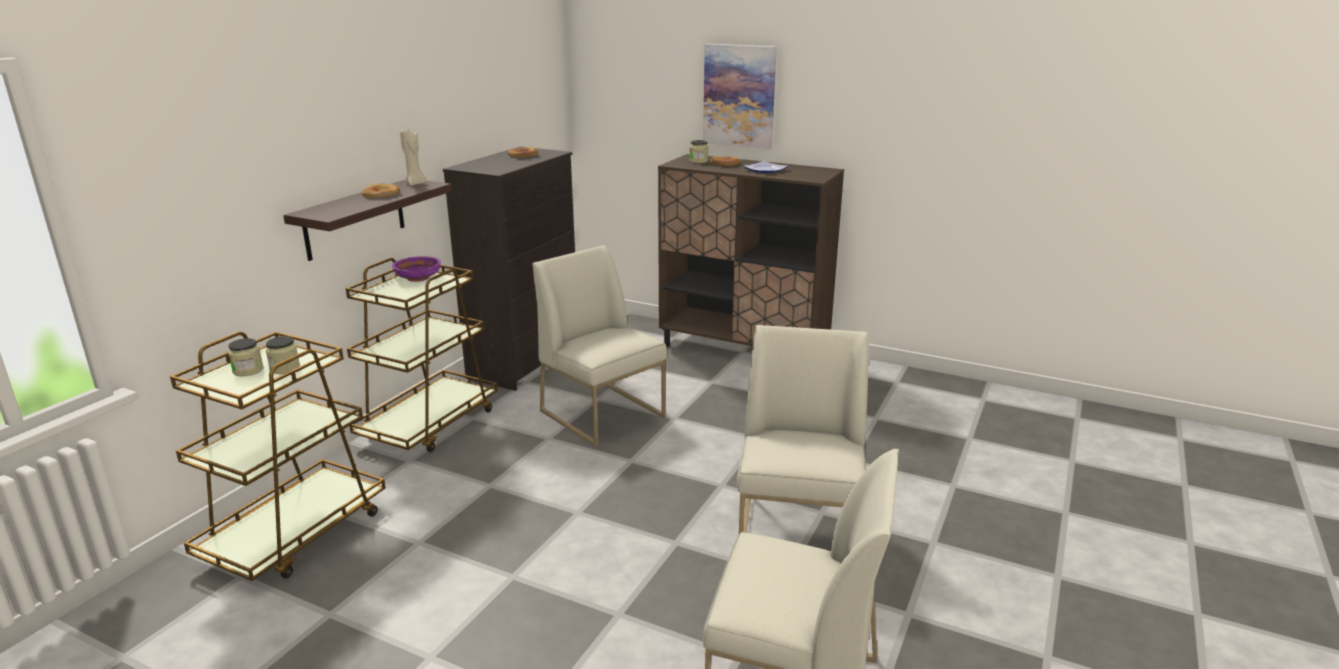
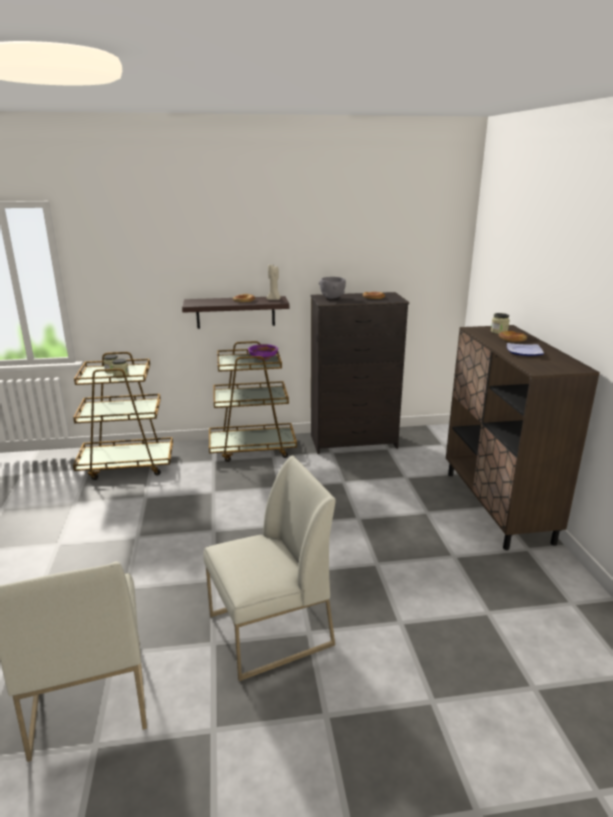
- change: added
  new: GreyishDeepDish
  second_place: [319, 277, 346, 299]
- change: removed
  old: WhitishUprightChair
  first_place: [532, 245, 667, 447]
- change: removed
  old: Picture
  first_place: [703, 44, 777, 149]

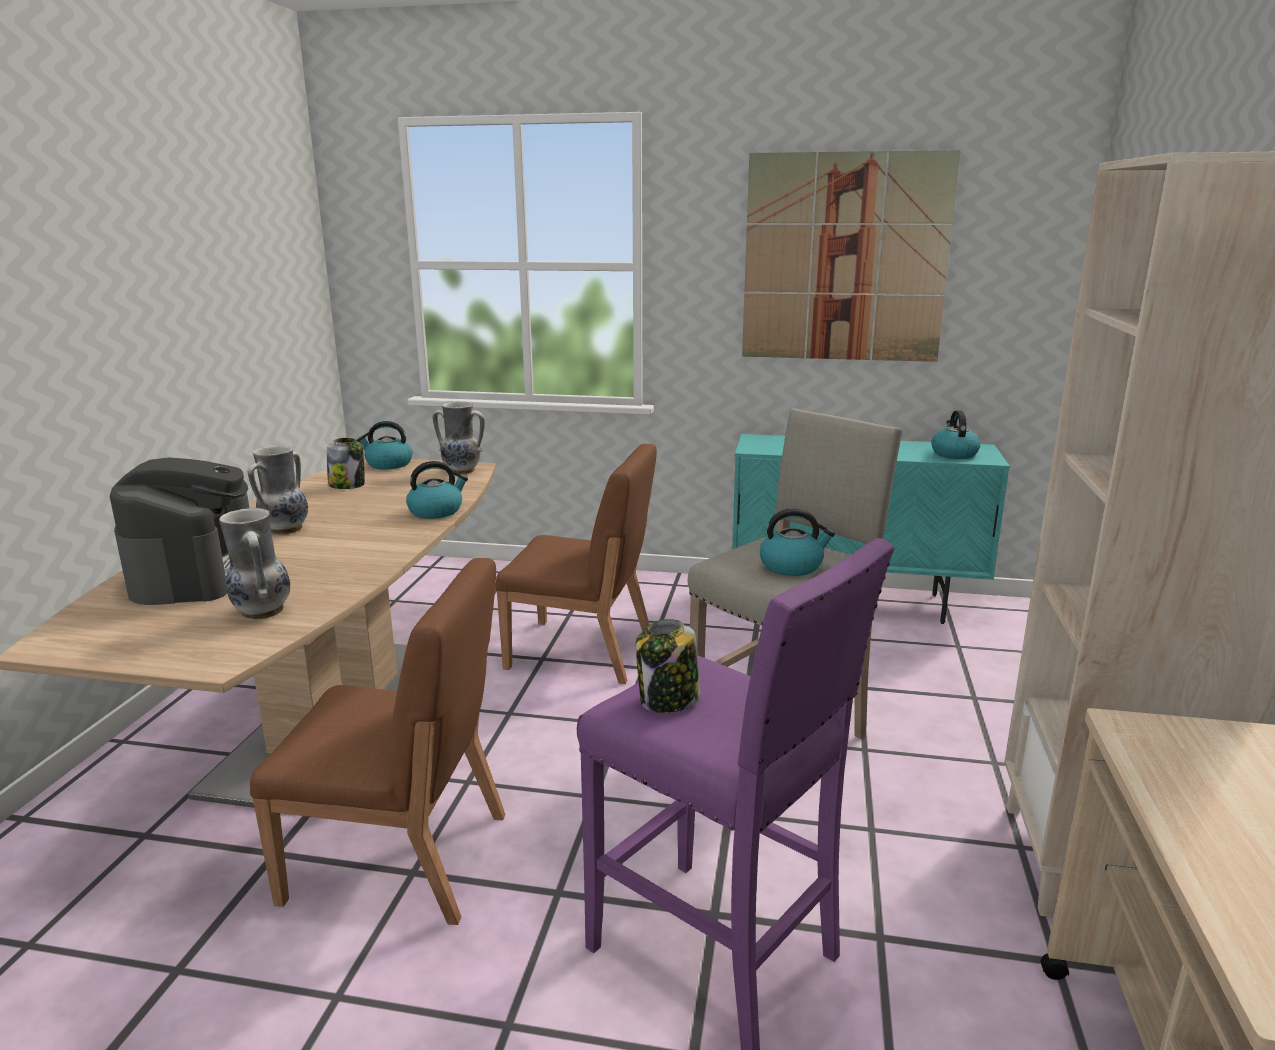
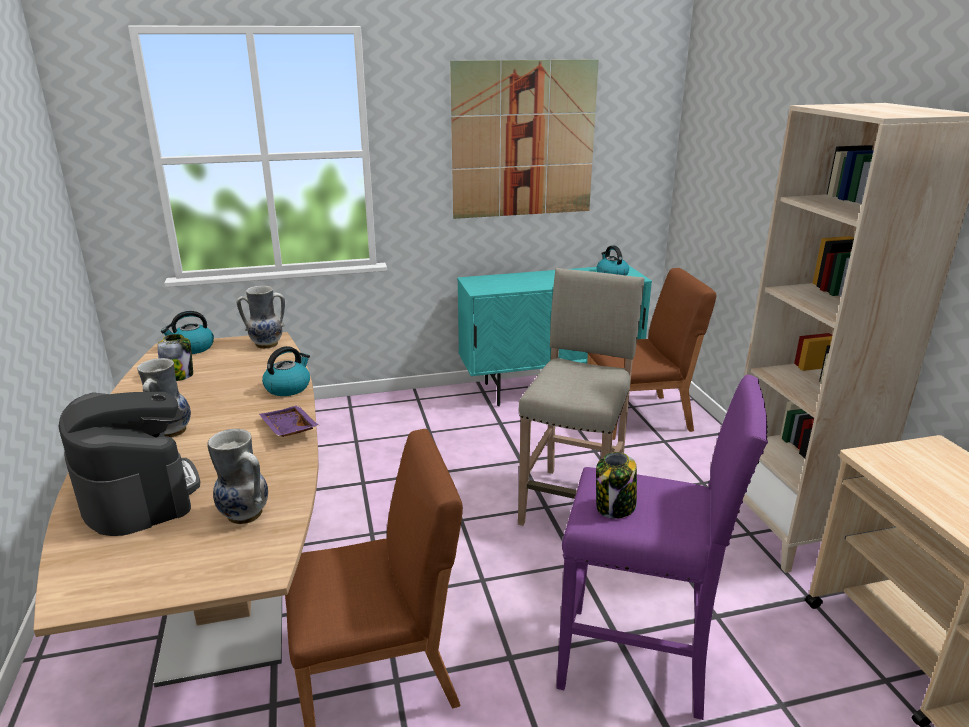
- change: added
  new: PurpleColouredCarryingTray
  second_place: [259, 405, 319, 437]
- change: moved
  old: BrownColouredUprightChair
  first_place: [496, 444, 657, 684]
  second_place: [587, 268, 716, 440]
- change: removed
  old: WaterKettle
  first_place: [760, 508, 835, 576]

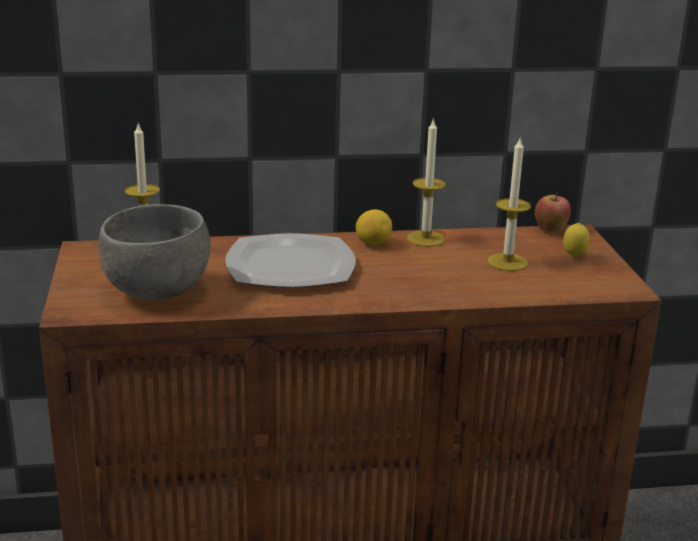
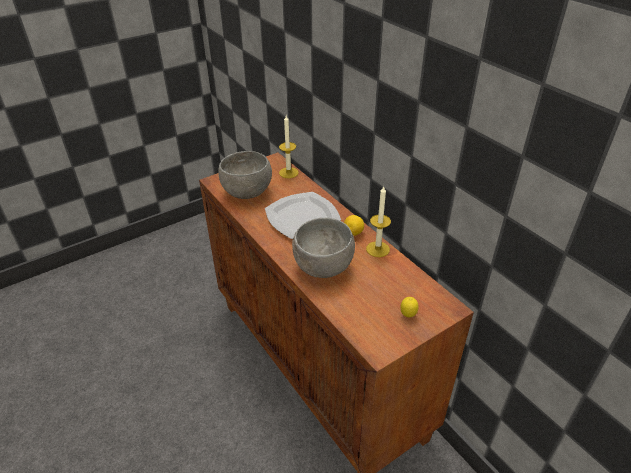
- change: added
  new: GreyishDeepDish
  second_place: [292, 218, 355, 278]
- change: removed
  old: Candle
  first_place: [487, 136, 531, 271]
- change: removed
  old: Apple
  first_place: [535, 192, 571, 232]

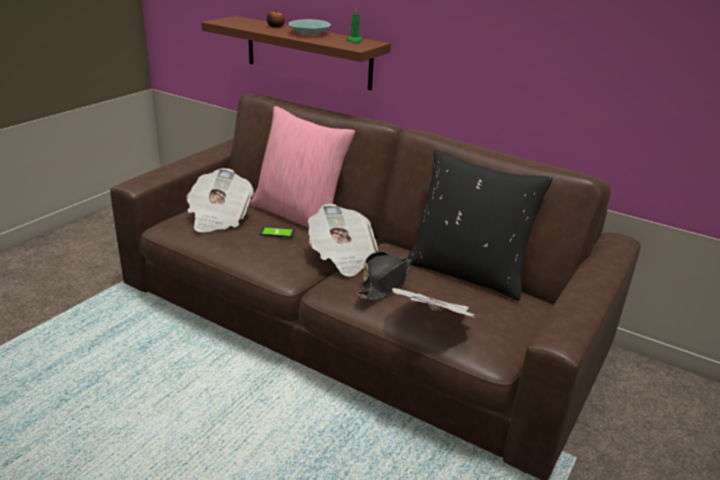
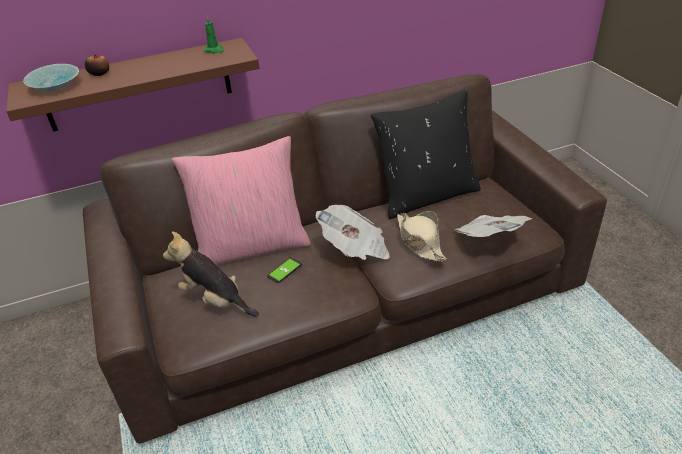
- change: moved
  old: BlueGreenDeepDish
  first_place: [288, 19, 331, 36]
  second_place: [23, 64, 79, 92]
- change: replaced
  old: DailyPaper
  new: CuddlyToy
  first_place: [186, 168, 254, 233]
  second_place: [163, 231, 259, 317]
- change: recoloured
  old: BlackWearableHat
  new: SandColouredWearableHat
  first_place: [356, 251, 412, 300]
  second_place: [397, 211, 447, 262]

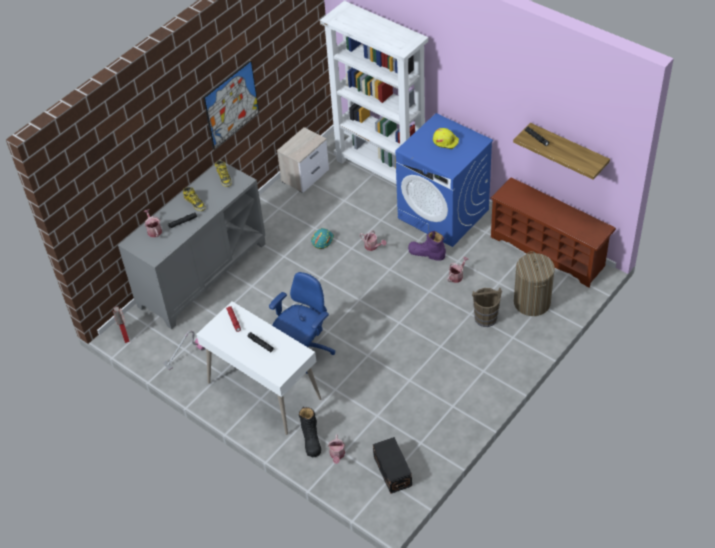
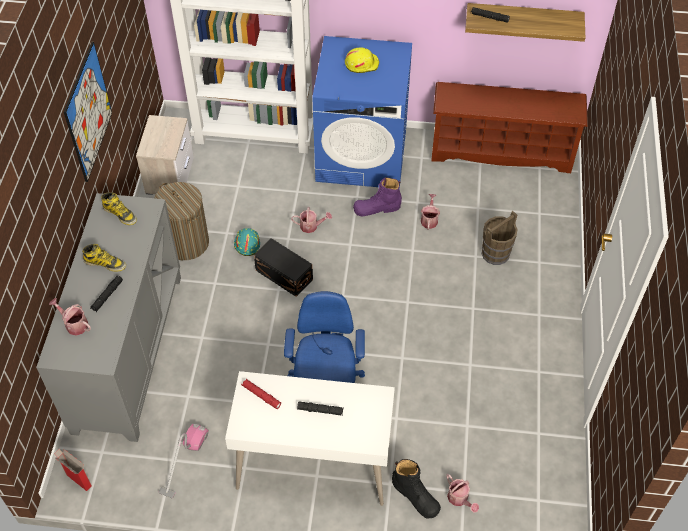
- change: moved
  old: WashingBasket
  first_place: [514, 251, 555, 316]
  second_place: [154, 182, 209, 260]
- change: moved
  old: BlackStorageBox
  first_place: [373, 437, 412, 494]
  second_place: [254, 238, 313, 297]

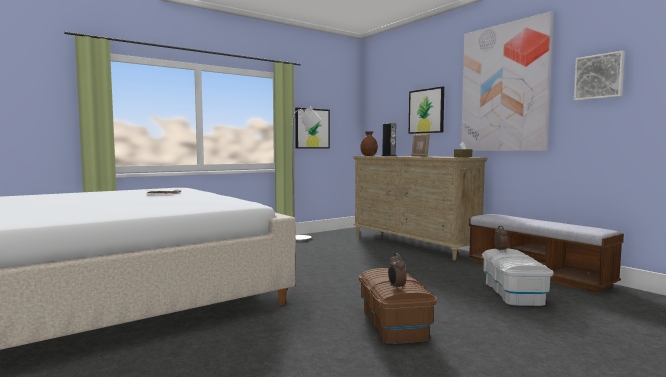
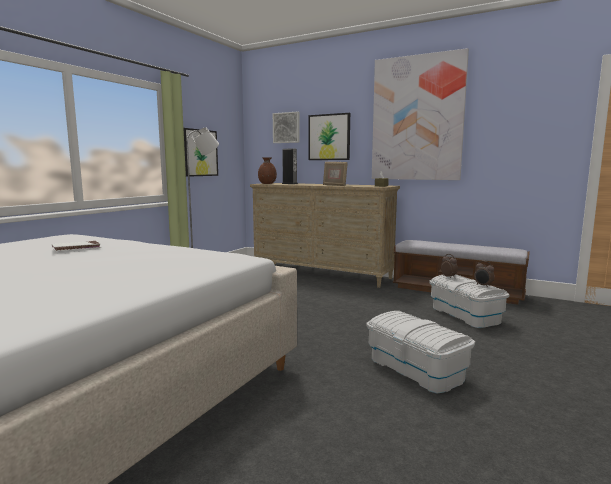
- change: moved
  old: Picture
  first_place: [574, 51, 625, 100]
  second_place: [273, 111, 300, 143]
- change: recoloured
  old: BrownColouredStorageBox
  new: WhitishStorageBox
  first_place: [359, 268, 437, 344]
  second_place: [366, 311, 475, 394]
- change: moved
  old: AlarmClock
  first_place: [388, 253, 406, 290]
  second_place: [474, 261, 494, 287]

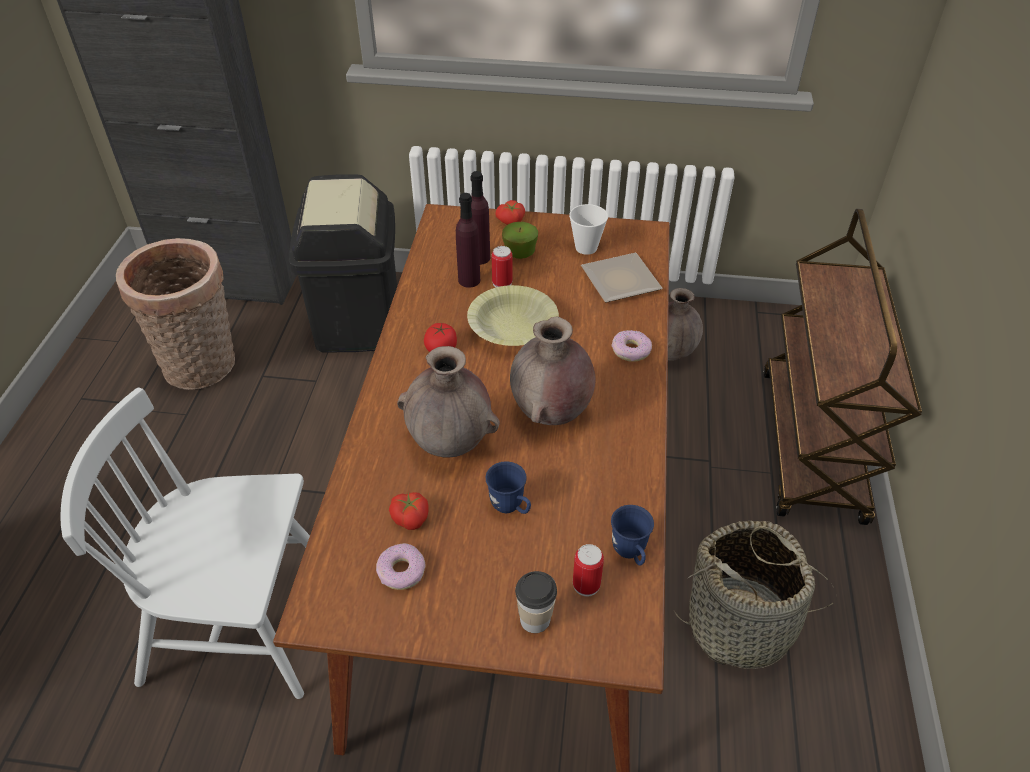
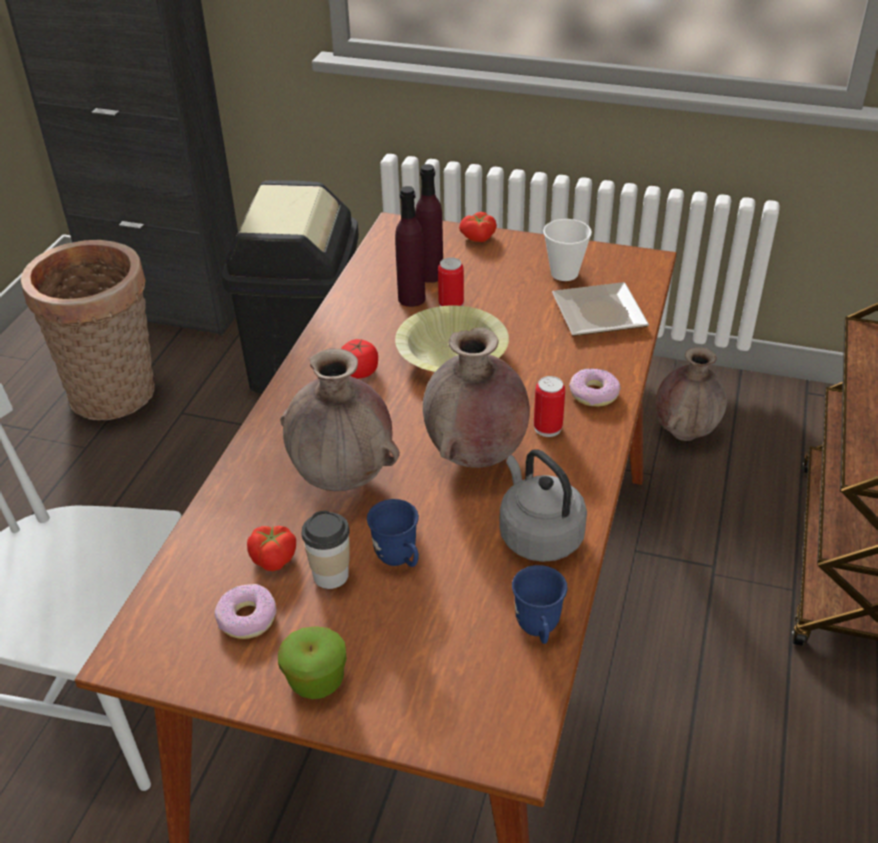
- change: moved
  old: Apple
  first_place: [502, 222, 538, 259]
  second_place: [278, 626, 347, 699]
- change: moved
  old: DrinkingCup
  first_place: [515, 571, 557, 633]
  second_place: [302, 511, 349, 589]
- change: added
  new: GreyishWaterKettle
  second_place: [499, 449, 587, 562]
- change: moved
  old: SealedCan
  first_place: [573, 544, 604, 597]
  second_place: [534, 376, 565, 437]
- change: removed
  old: Basket
  first_place: [674, 520, 834, 669]

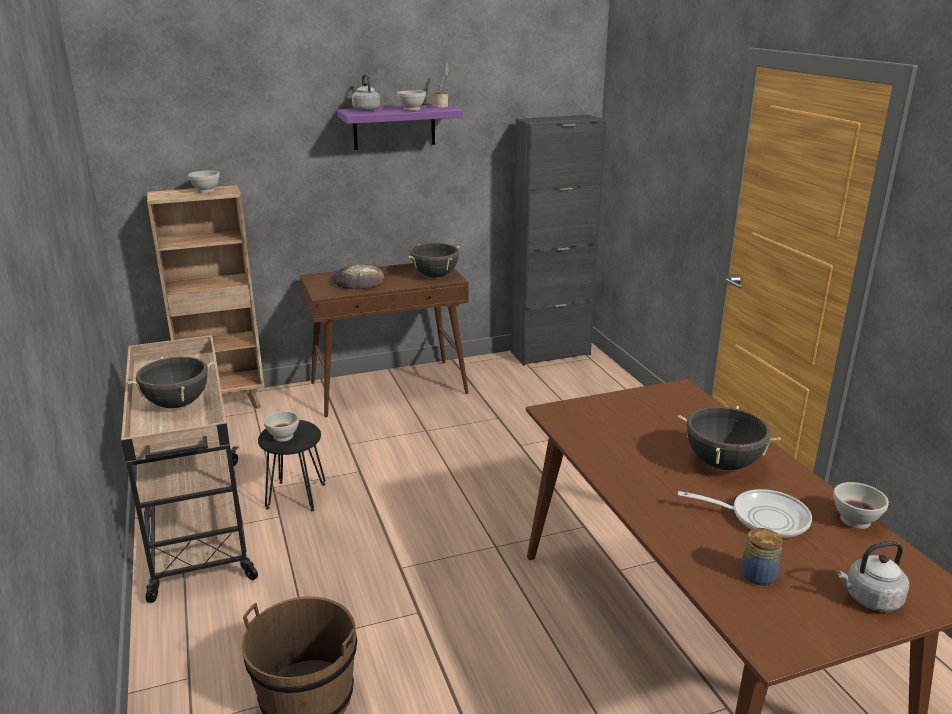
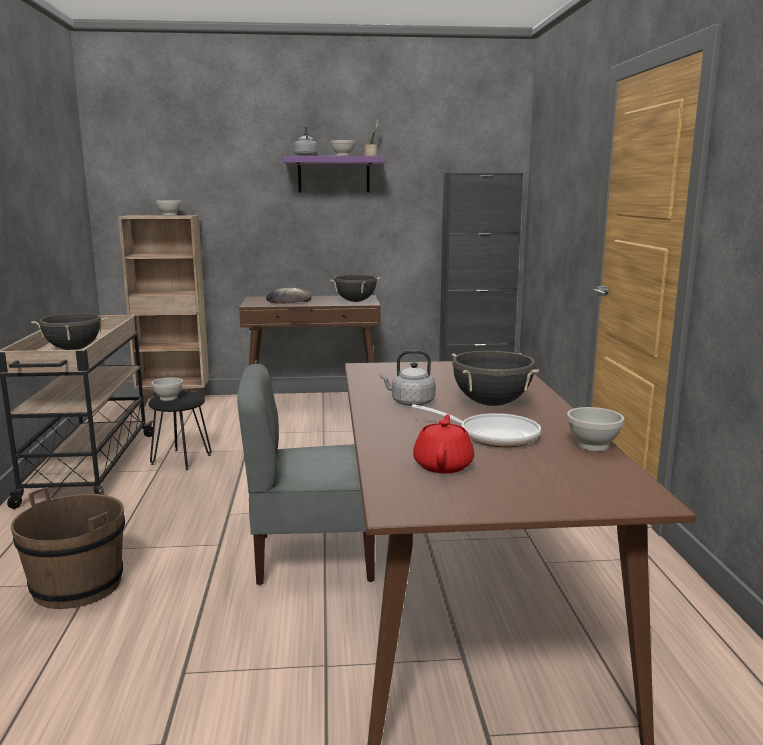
- change: added
  new: GreyishUprightChair
  second_place: [237, 364, 375, 585]
- change: moved
  old: GreyishWaterKettle
  first_place: [837, 541, 909, 611]
  second_place: [380, 350, 436, 406]
- change: replaced
  old: Jar
  new: ReddishTeapot
  first_place: [741, 527, 783, 586]
  second_place: [413, 414, 474, 474]

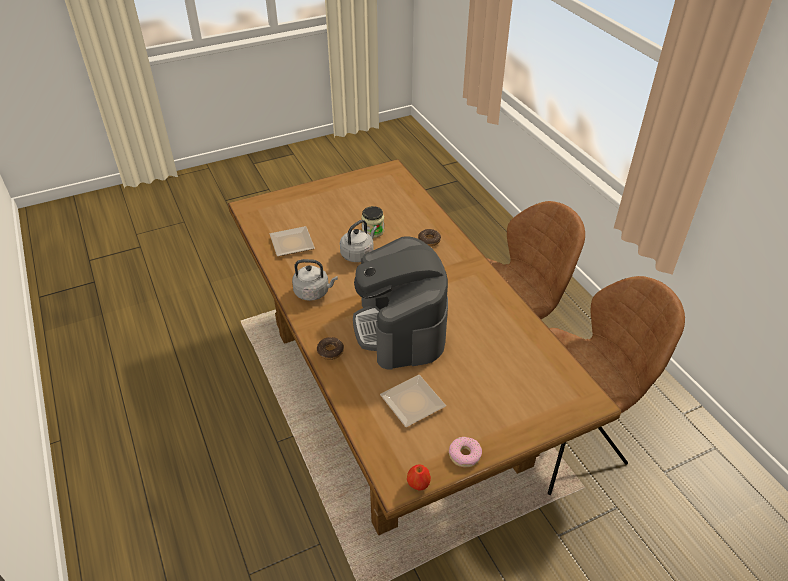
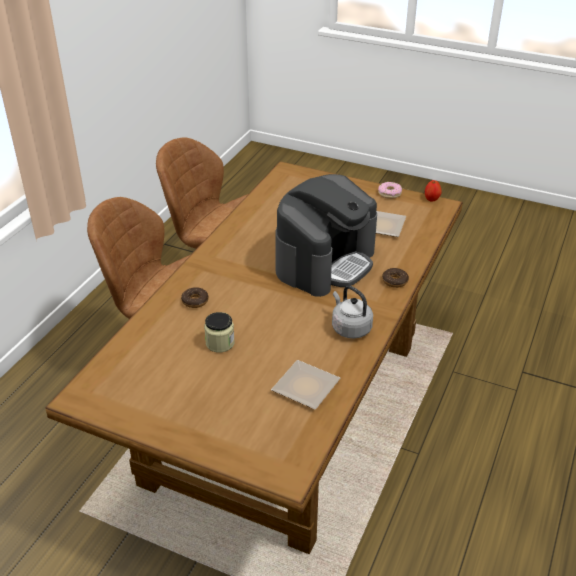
- change: removed
  old: GreyishWaterKettle
  first_place: [340, 220, 377, 262]

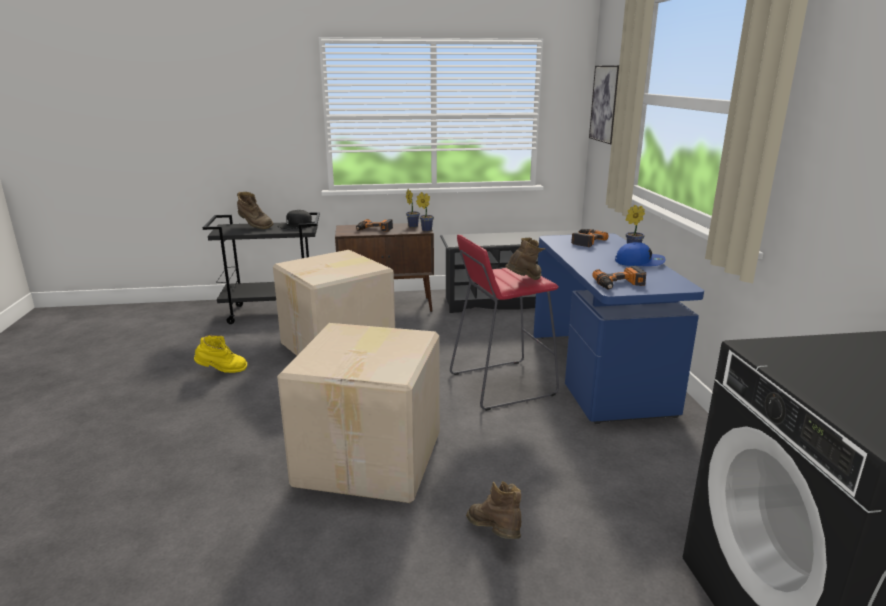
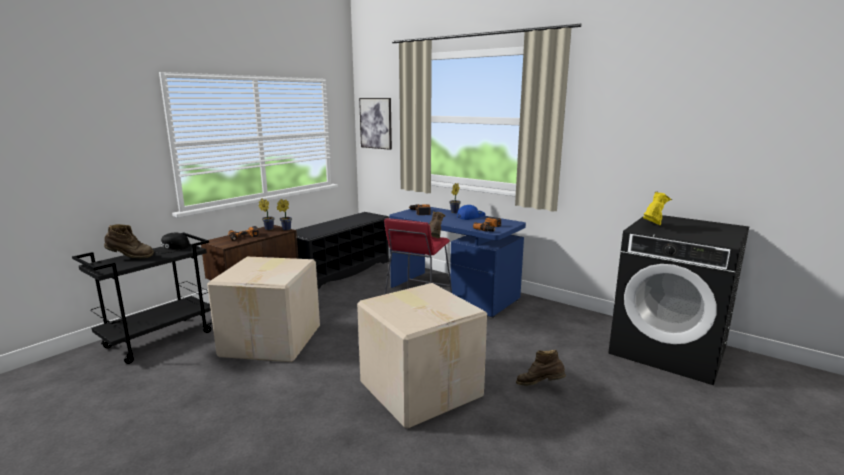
- change: moved
  old: YellowColouredBoot
  first_place: [194, 335, 247, 373]
  second_place: [643, 192, 672, 225]

